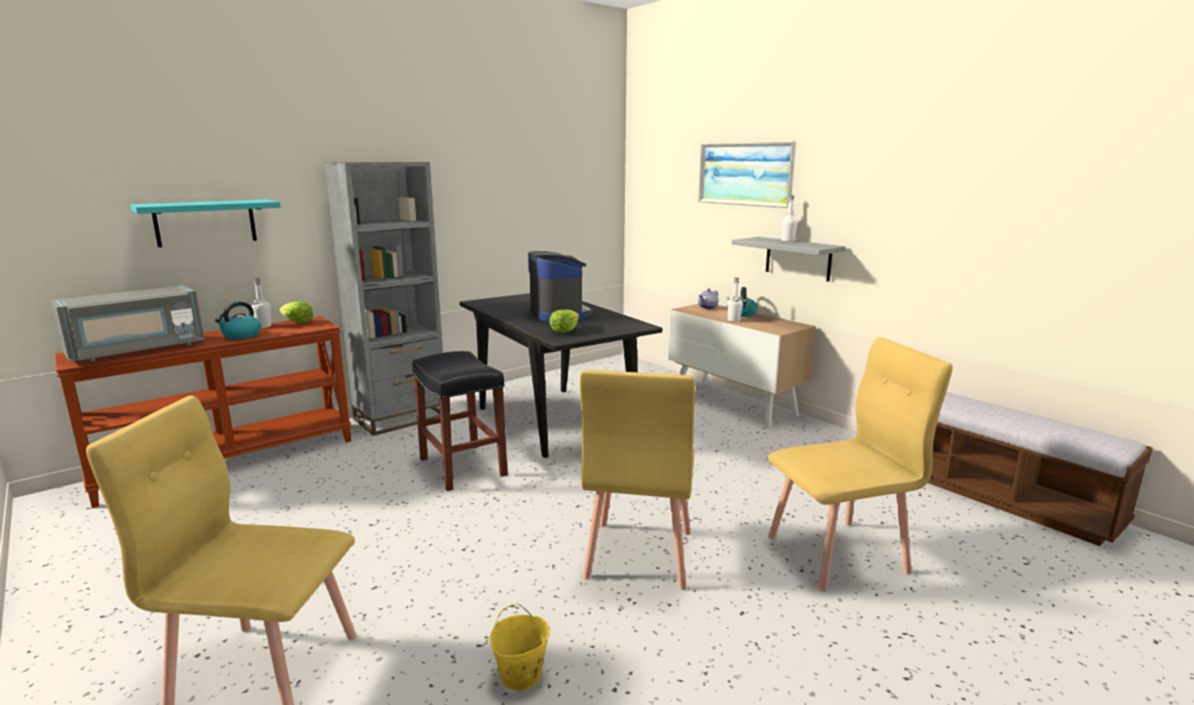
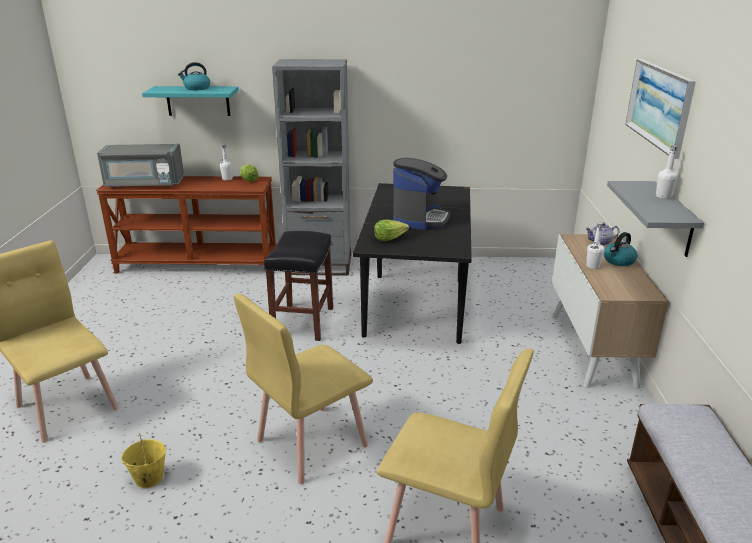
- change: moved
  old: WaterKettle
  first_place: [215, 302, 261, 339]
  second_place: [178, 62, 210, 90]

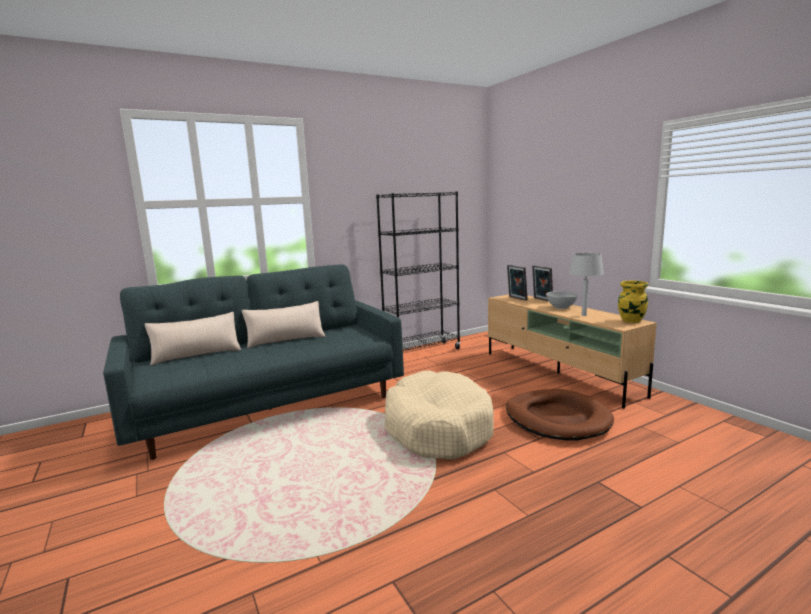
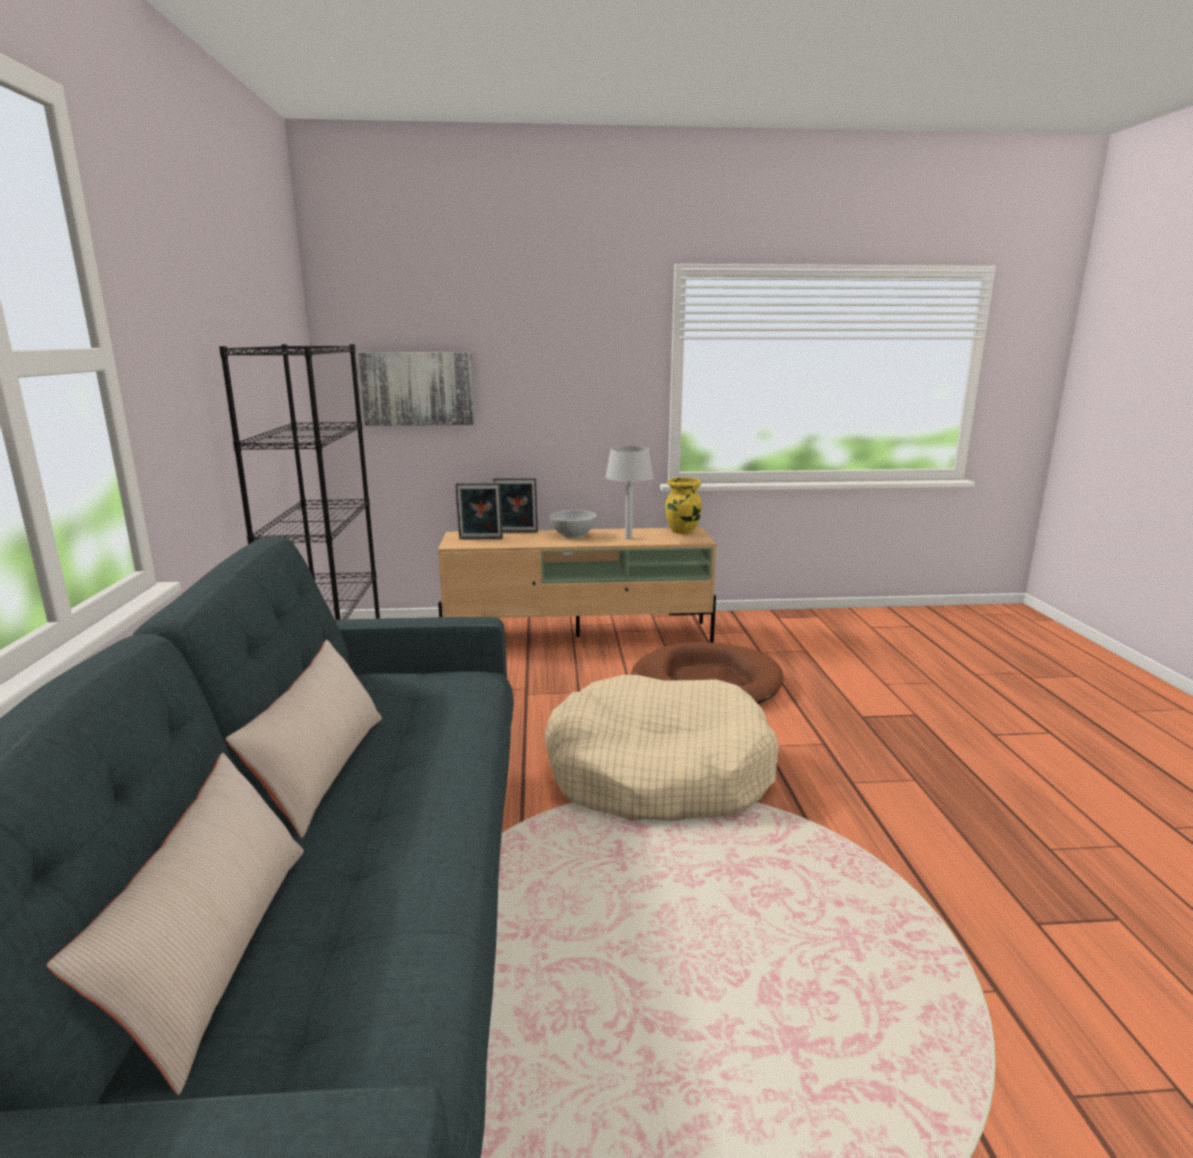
- change: added
  new: Picture
  second_place: [358, 353, 475, 426]

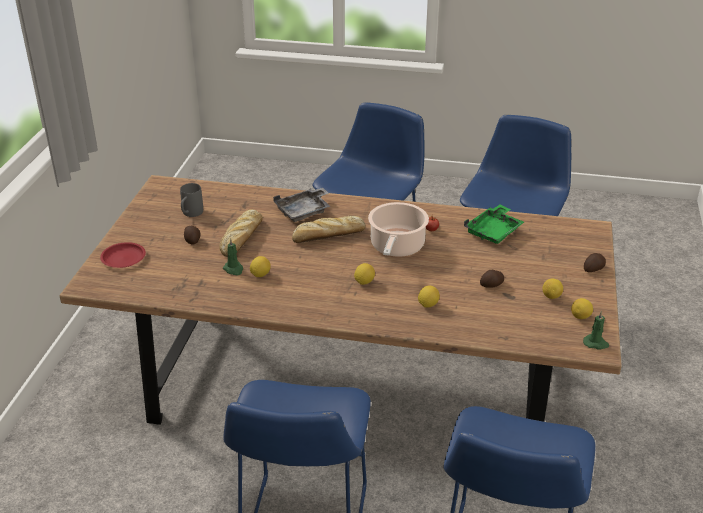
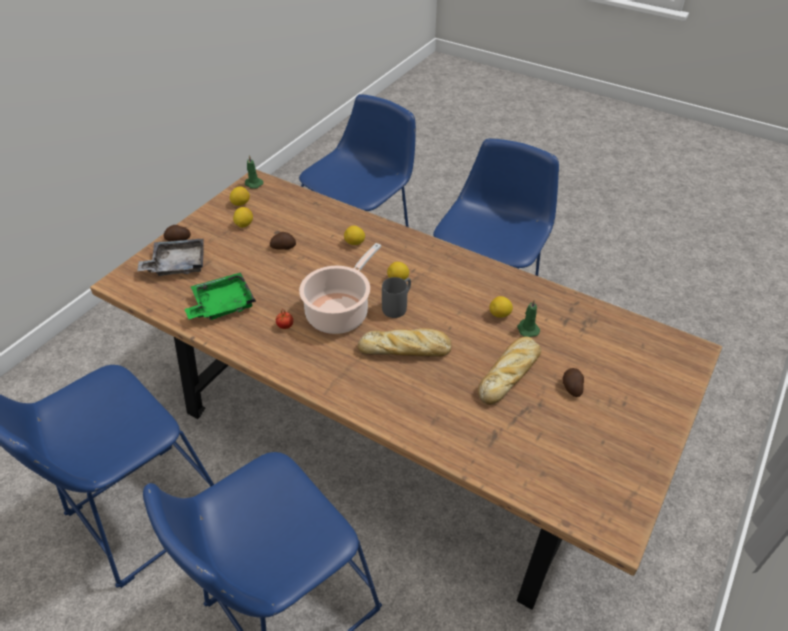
- change: moved
  old: GreyishCarryingTray
  first_place: [273, 188, 330, 222]
  second_place: [137, 238, 204, 276]
- change: moved
  old: GreyishMug
  first_place: [180, 183, 203, 217]
  second_place: [382, 277, 411, 318]
- change: removed
  old: ReddishDinnerPlate
  first_place: [100, 242, 146, 268]

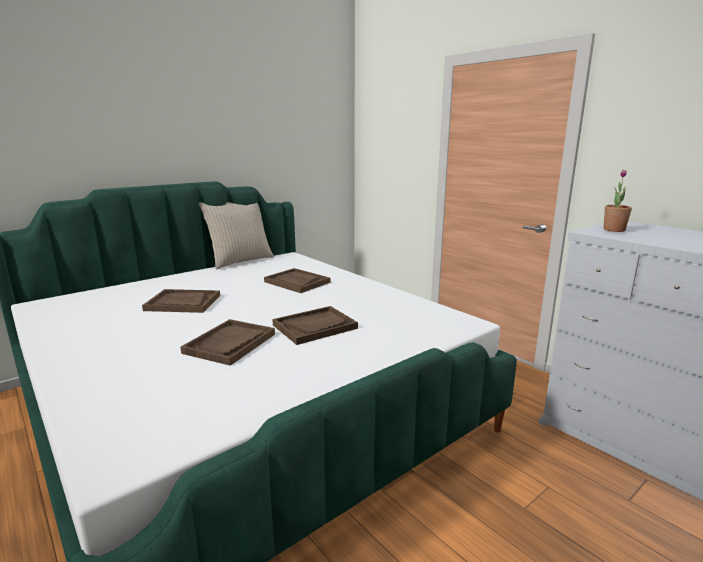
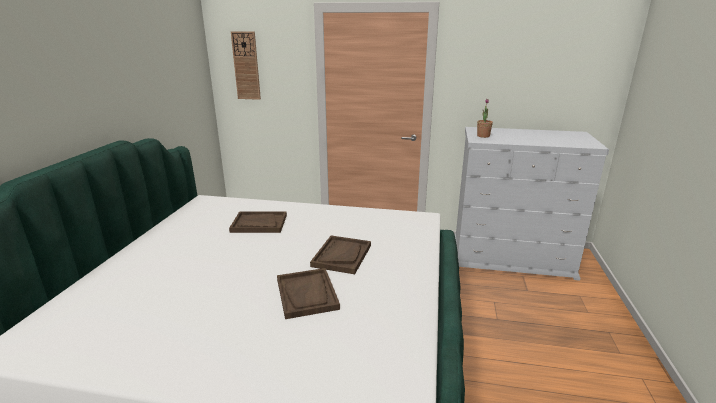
- change: added
  new: WallClock
  second_place: [231, 31, 261, 100]
- change: removed
  old: BrownColouredCarryingTray
  first_place: [142, 289, 220, 313]
- change: removed
  old: SandColouredPillow
  first_place: [199, 202, 274, 269]

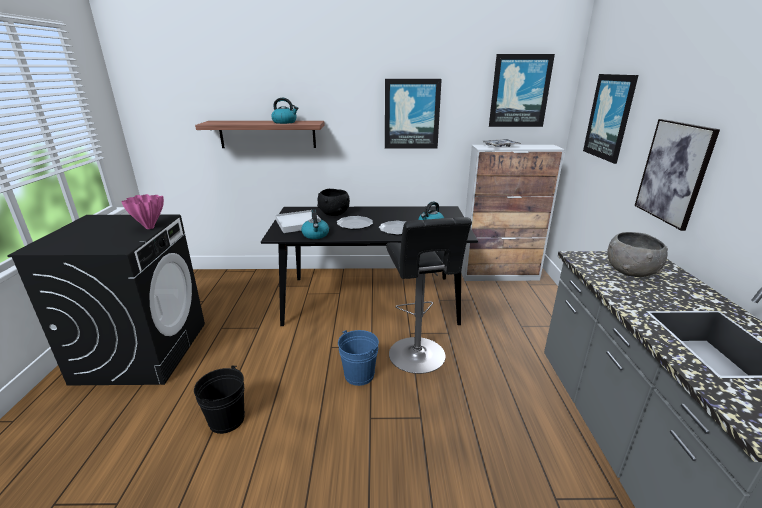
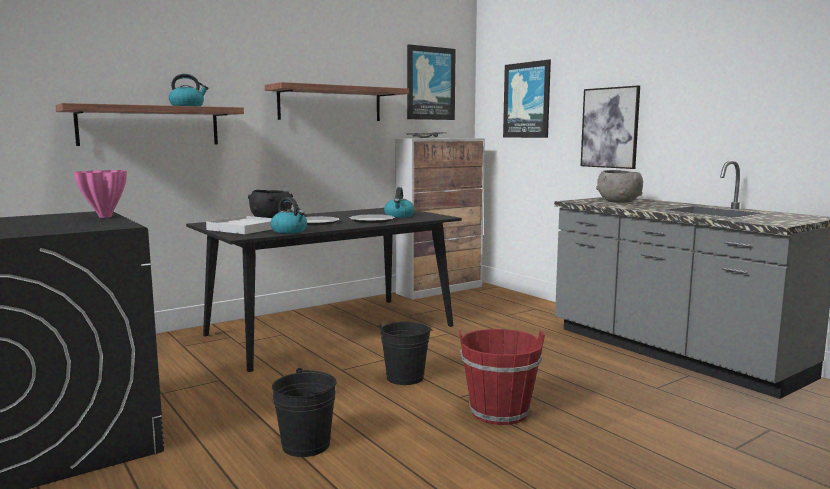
- change: replaced
  old: Picture
  new: Shelf
  first_place: [385, 79, 442, 149]
  second_place: [265, 82, 409, 121]
- change: recoloured
  old: BlueColouredBucket
  new: BlackBucket
  first_place: [338, 330, 379, 386]
  second_place: [377, 322, 432, 385]
- change: added
  new: ReddishBucket
  second_place: [459, 329, 545, 425]
- change: removed
  old: BlackStool
  first_place: [386, 217, 472, 374]

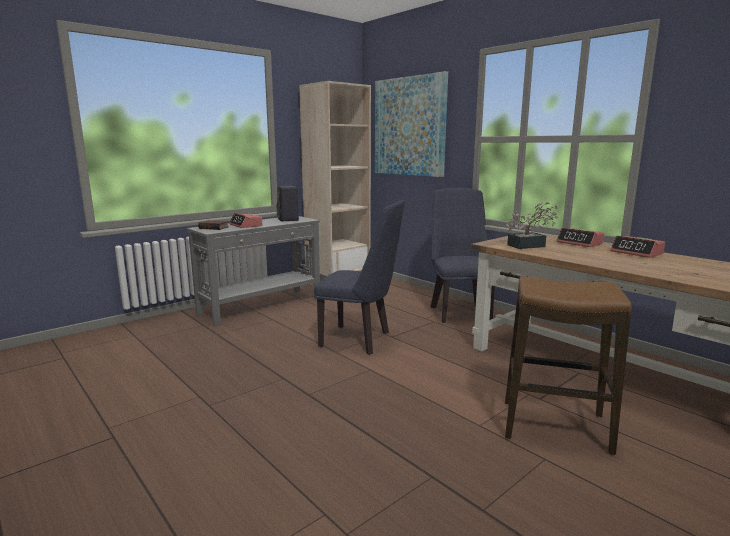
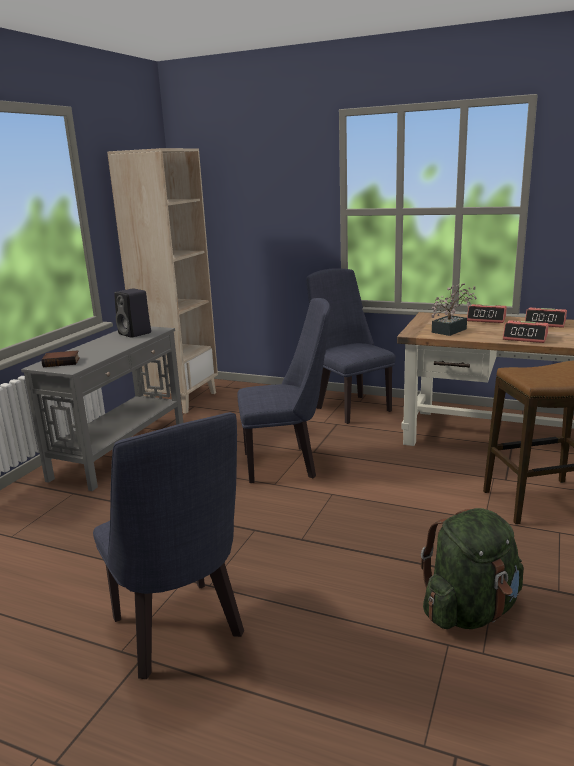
- change: added
  new: BlueColouredUprightChair
  second_place: [93, 412, 244, 679]
- change: added
  new: GreenColouredKnapsack
  second_place: [421, 508, 524, 629]
- change: moved
  old: AlarmClock
  first_place: [229, 213, 263, 228]
  second_place: [503, 320, 549, 343]
- change: removed
  old: Picture
  first_place: [375, 71, 448, 177]

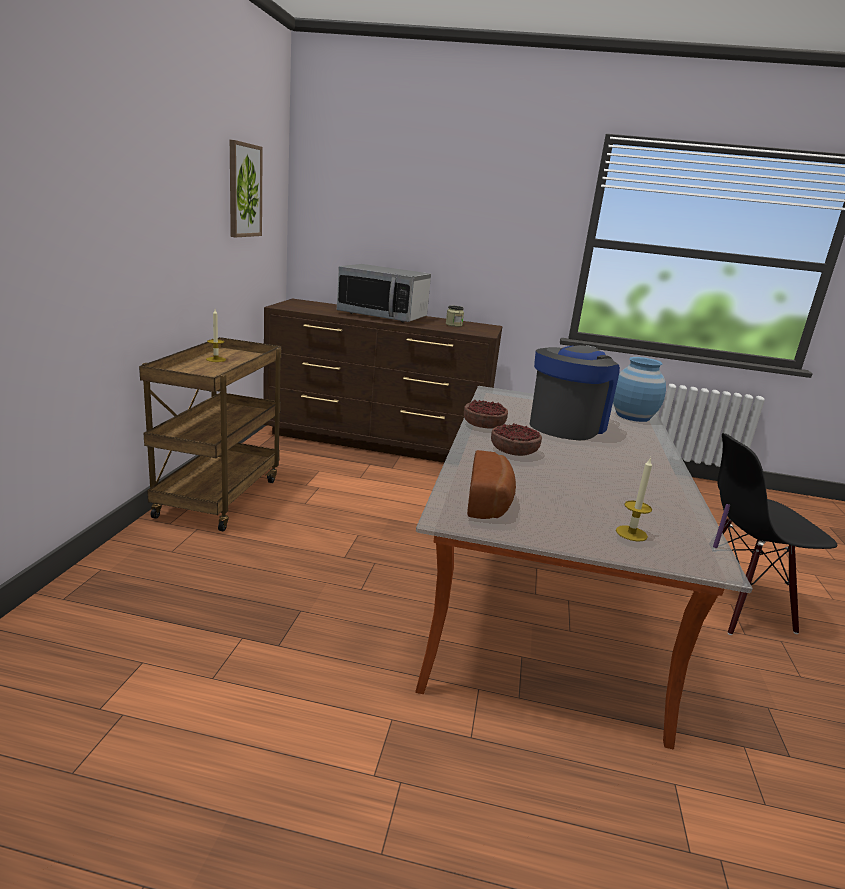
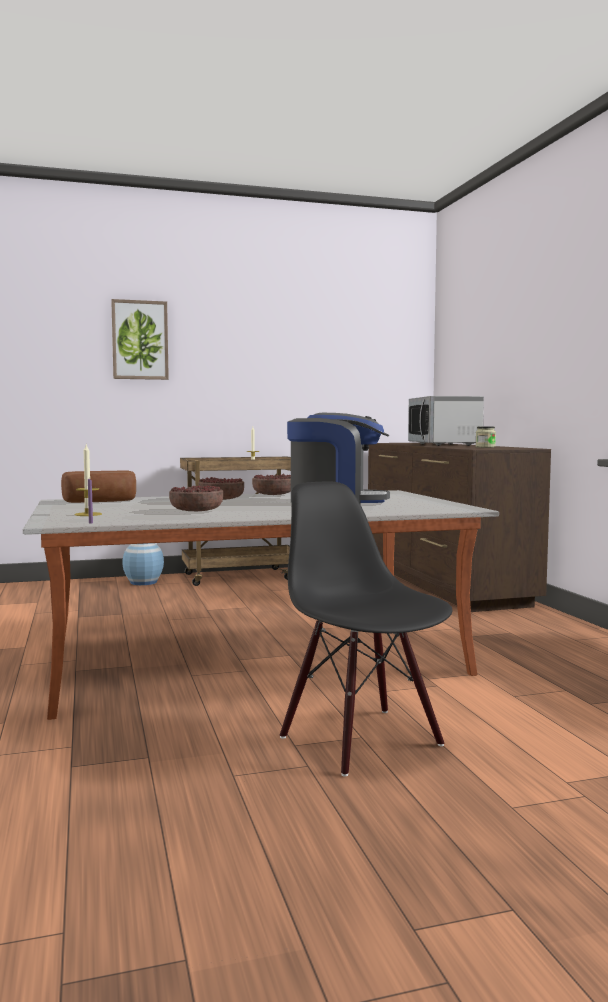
- change: moved
  old: Picture
  first_place: [230, 140, 263, 237]
  second_place: [111, 299, 169, 380]
- change: moved
  old: BlueColouredDecorativeVase
  first_place: [613, 357, 666, 422]
  second_place: [123, 543, 164, 585]
- change: added
  new: DeepDish
  second_place: [169, 486, 223, 511]

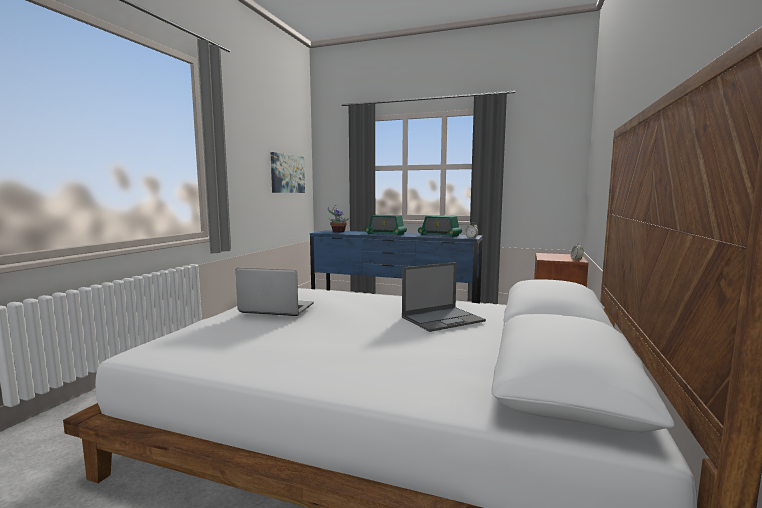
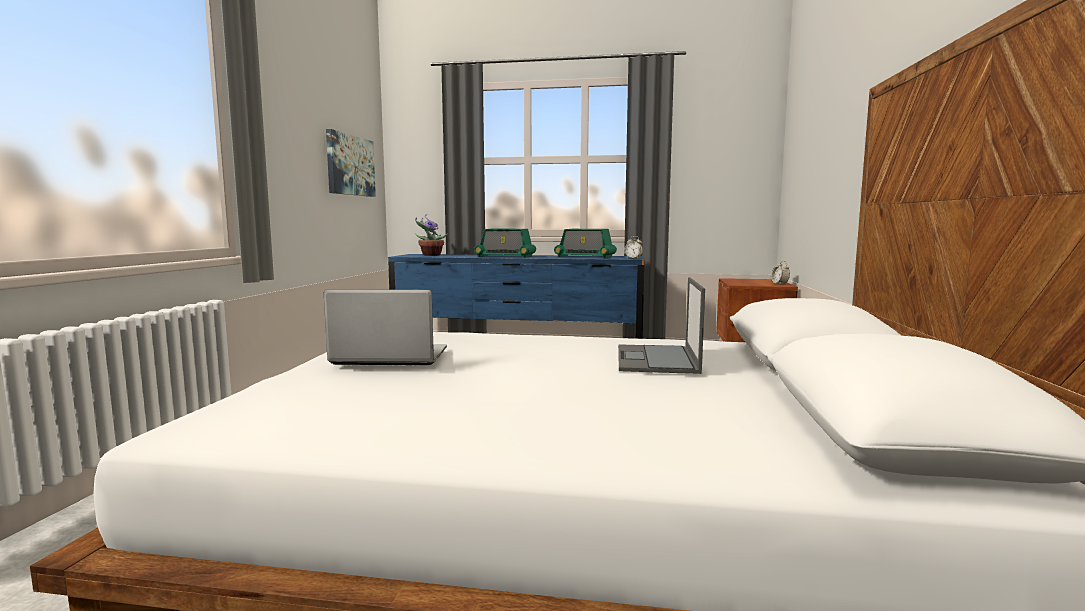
- change: turned
  old: Laptop
  first_place: [402, 262, 486, 332]
  second_place: [618, 278, 705, 374]
  degrees: 135

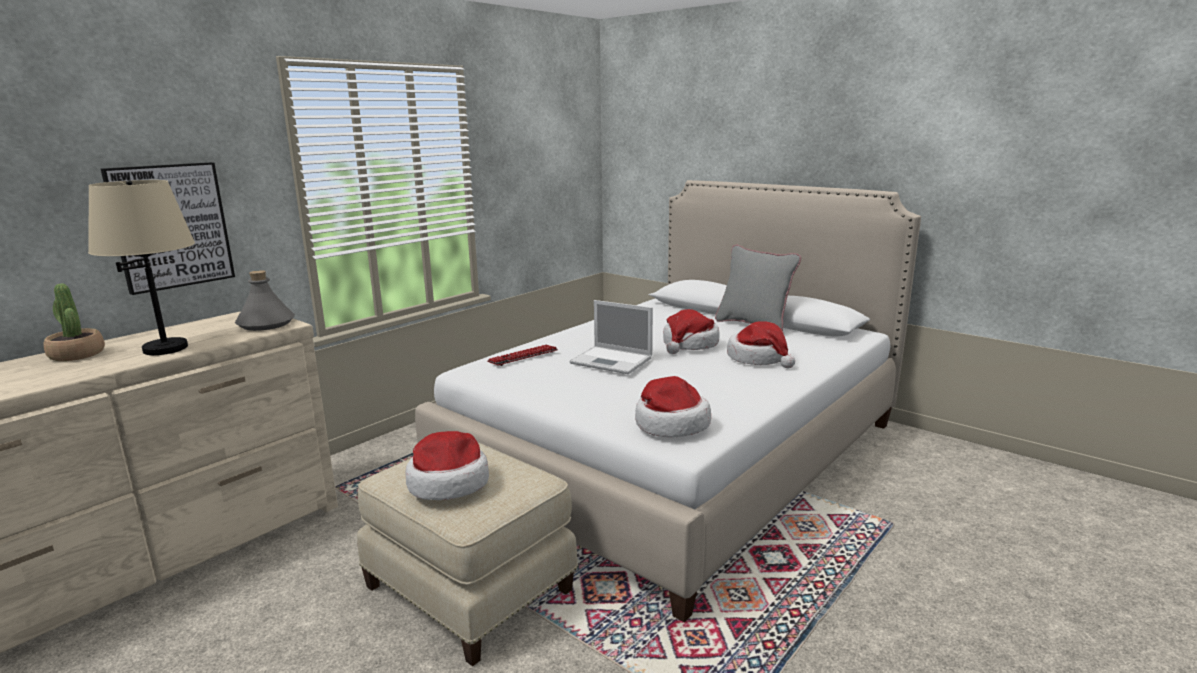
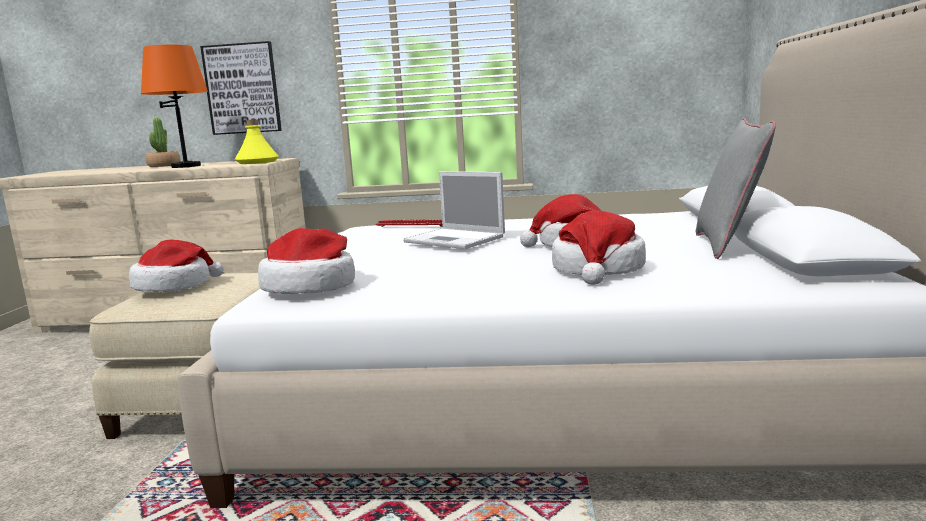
- change: recoloured
  old: SandColouredTableLamp
  new: OrangeTableLamp
  first_place: [88, 180, 195, 355]
  second_place: [141, 44, 208, 168]
- change: recoloured
  old: GreyishBeverageBottle
  new: YellowColouredBeverageBottle
  first_place: [235, 270, 295, 331]
  second_place: [234, 120, 279, 164]
- change: turned
  old: Laptop
  first_place: [569, 300, 653, 374]
  second_place: [403, 171, 505, 249]
  degrees: -45

